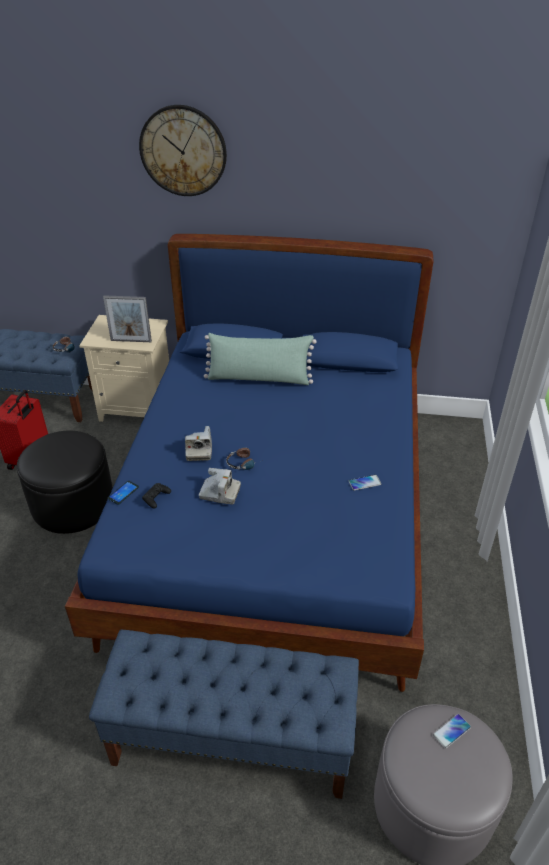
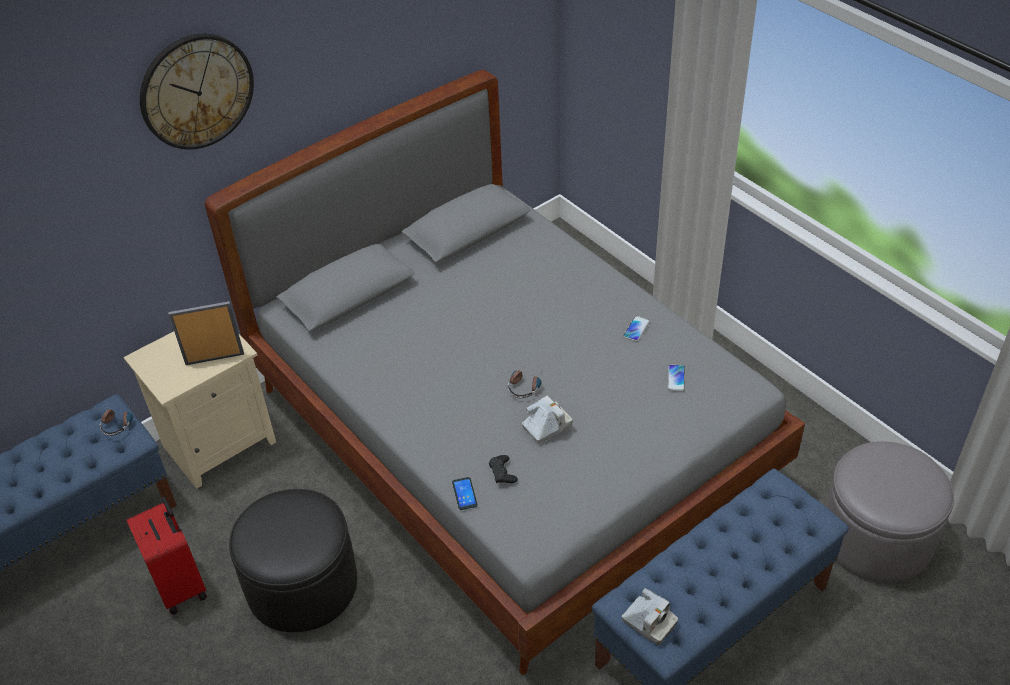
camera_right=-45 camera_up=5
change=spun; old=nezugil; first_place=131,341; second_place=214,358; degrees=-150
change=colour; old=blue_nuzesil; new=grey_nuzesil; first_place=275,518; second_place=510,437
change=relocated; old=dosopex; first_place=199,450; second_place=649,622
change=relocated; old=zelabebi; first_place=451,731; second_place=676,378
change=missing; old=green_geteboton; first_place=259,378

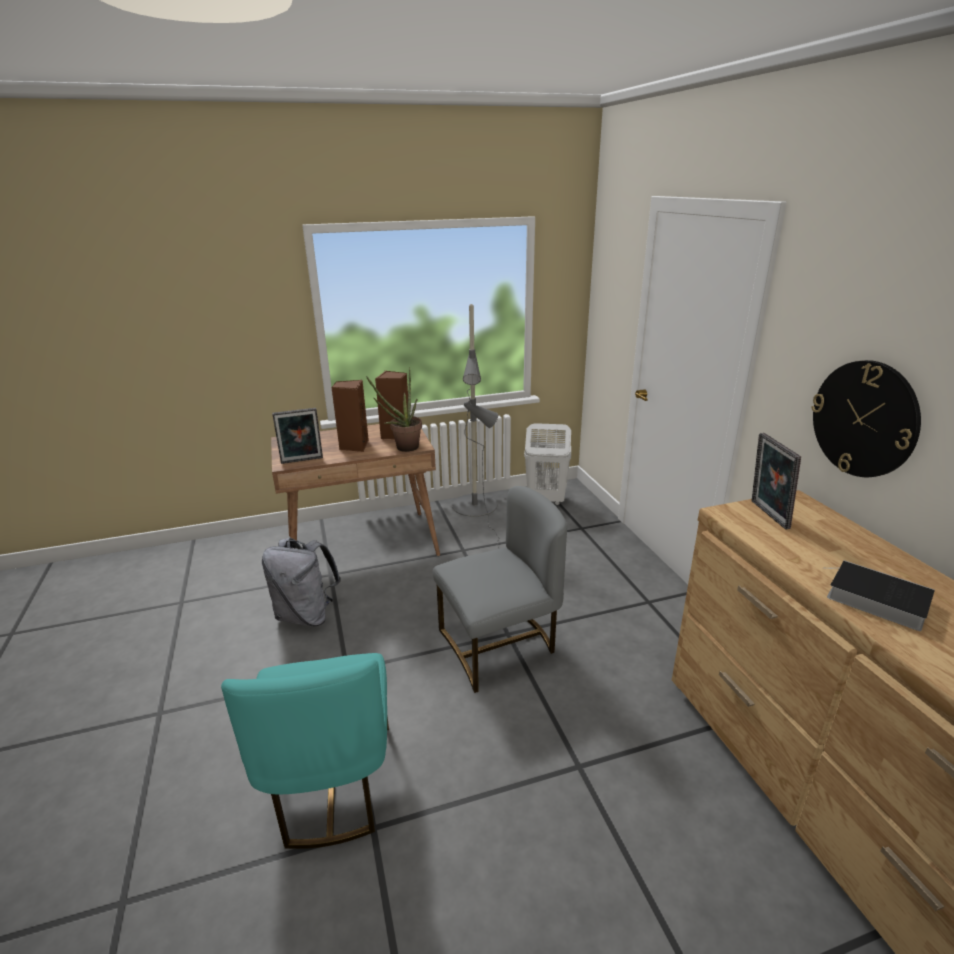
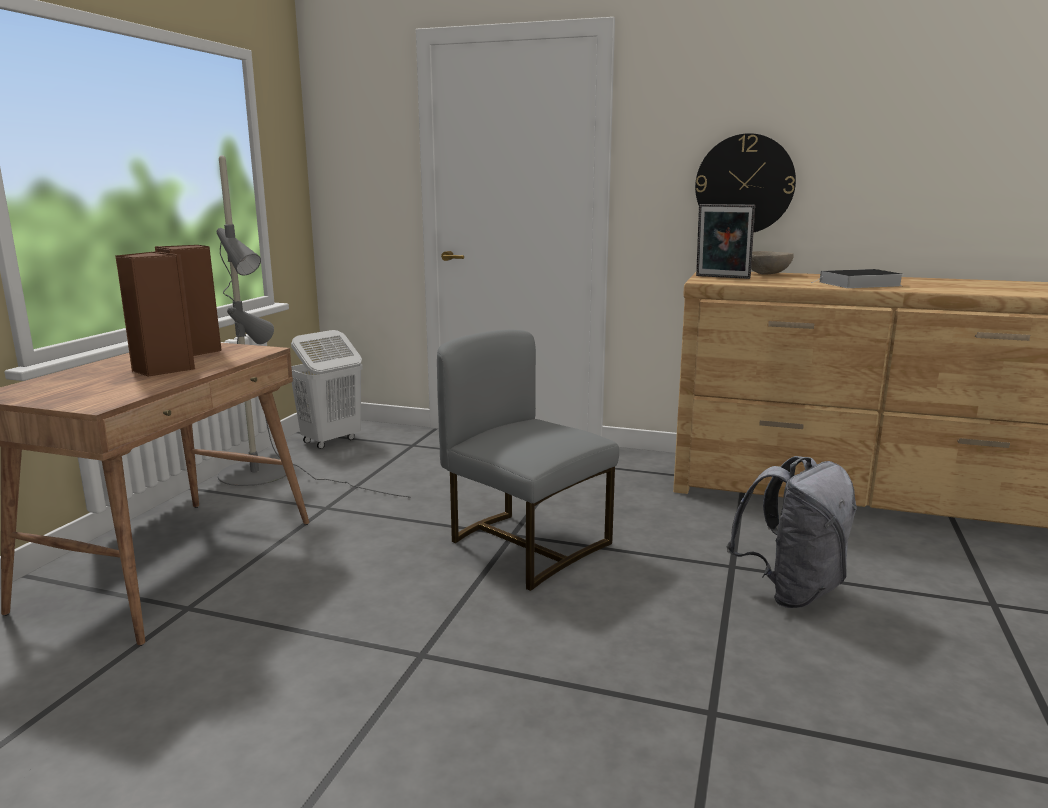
camera_right=-55 camera_up=-10
change=spun; old=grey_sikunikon; first_place=499,646; second_place=524,545; degrees=-60
change=relocated; old=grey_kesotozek; first_place=306,615; second_place=791,591
change=appeared; new=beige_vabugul; second_place=767,274
change=missing; old=turquoise_sikunikon; first_place=331,784
change=missing; old=nezugil; first_place=302,461
change=missing; old=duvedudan; first_place=403,448

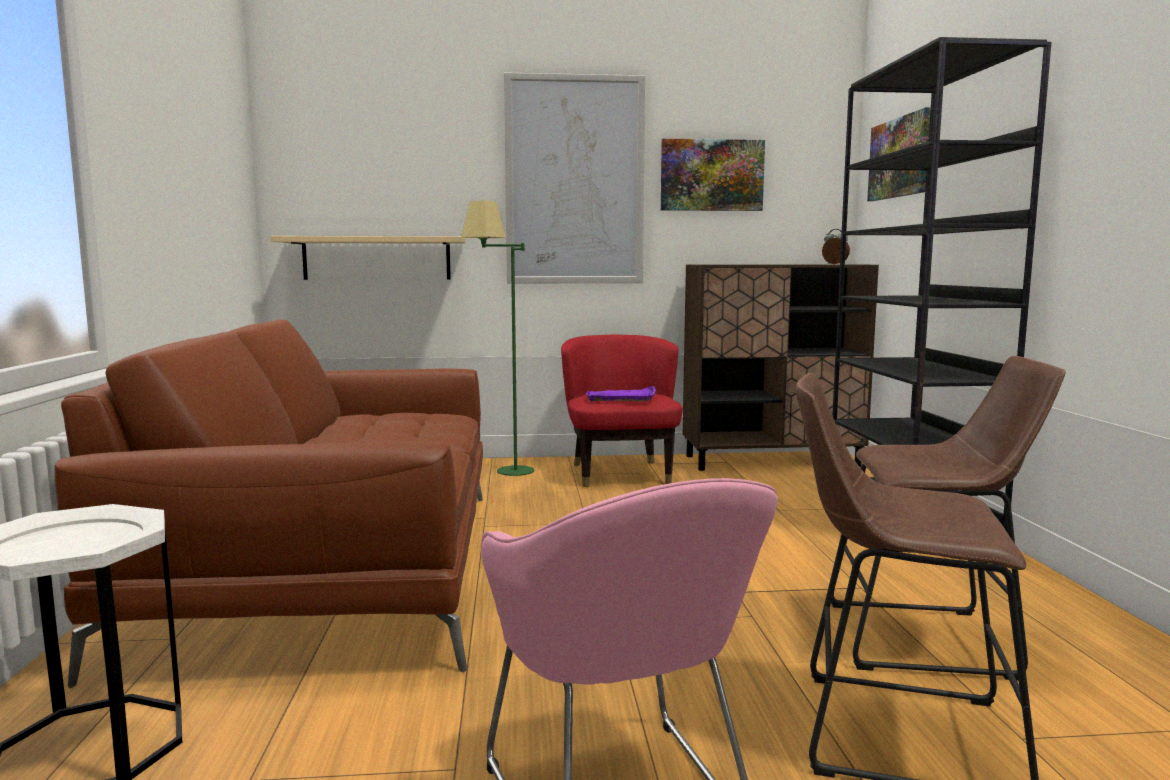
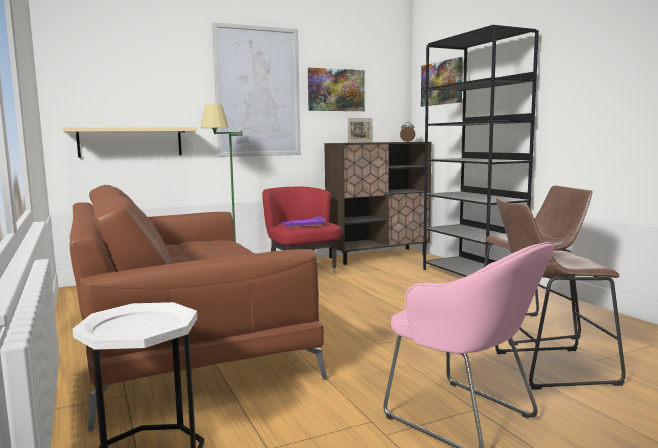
camera_right=-20 camera_up=0
change=appeared; new=nezugil; second_place=360,142

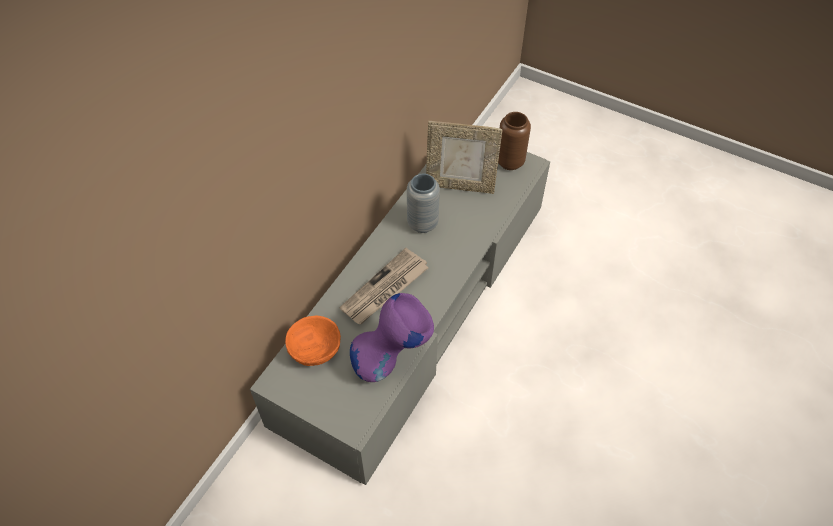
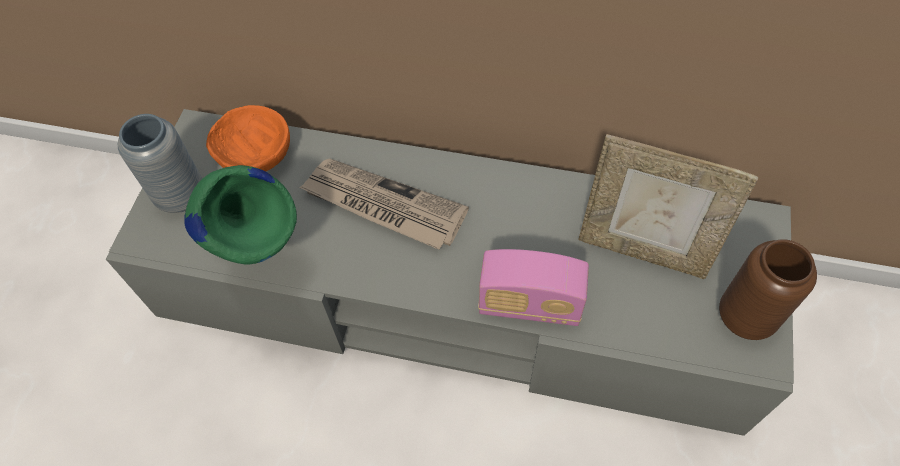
camera_right=75 camera_up=5
change=relocated; old=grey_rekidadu; first_place=422,224; second_place=181,196
change=colour; old=purple_rekidadu; new=green_rekidadu; first_place=392,360; second_place=258,253
change=appeared; new=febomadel; second_place=529,305
change=spun; old=nezugil; first_place=460,185; second_place=643,250; degrees=-60

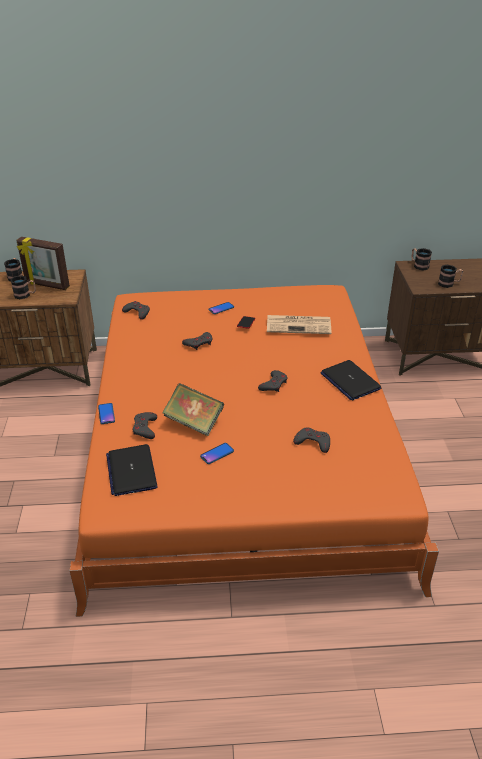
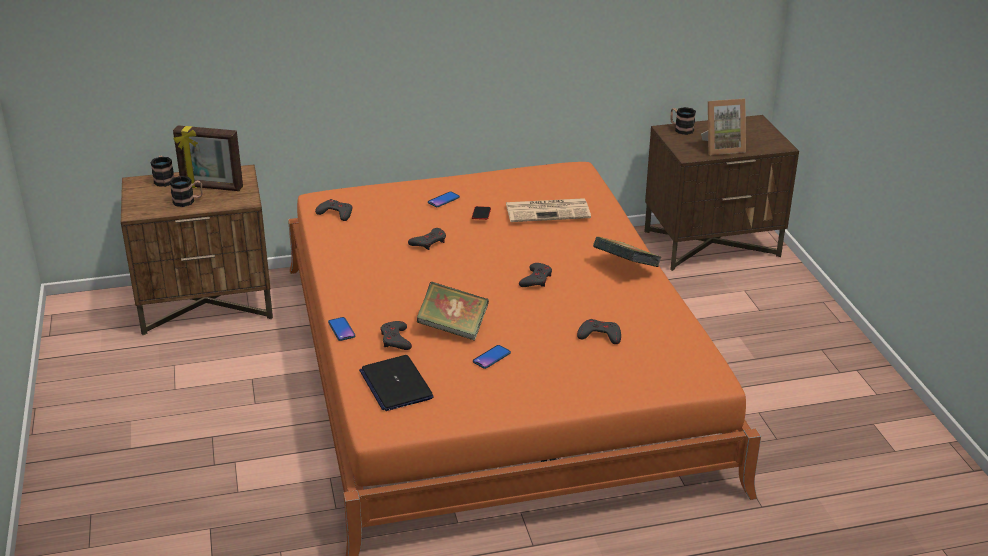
camera_right=-10 camera_up=-5
change=exchanged; old=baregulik; new=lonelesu; first_place=350,381; second_place=626,268
change=exchanged; old=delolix; new=nezugil; first_place=449,283; second_place=722,148

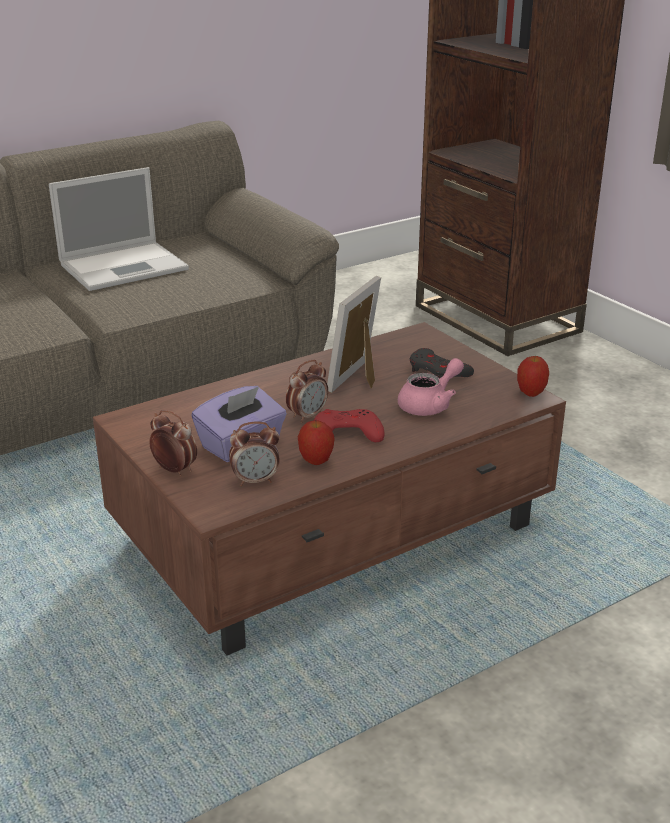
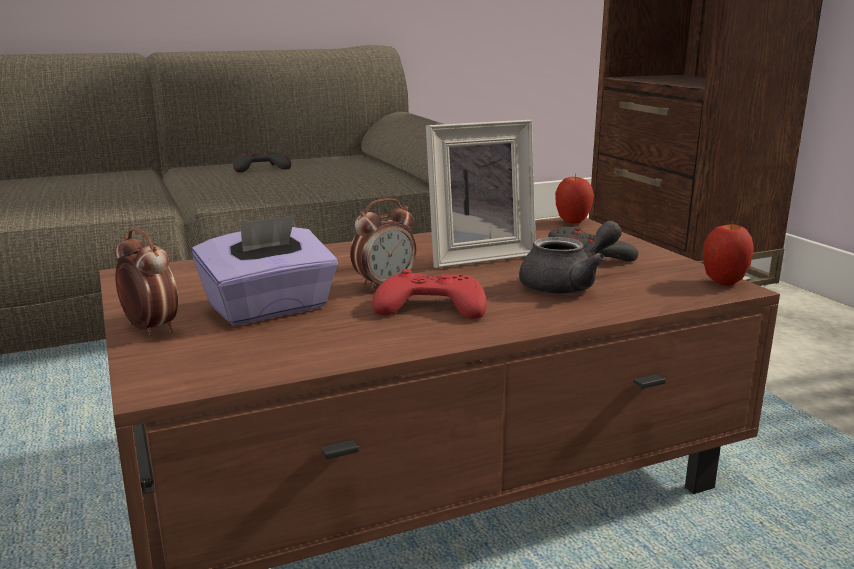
camera_right=10 camera_up=-10
change=exchanged; old=baregulik; new=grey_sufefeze; first_place=125,266; second_place=261,168
change=spun; old=nezugil; first_place=360,379; second_place=476,256; degrees=-150
change=colour; old=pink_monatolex; new=grey_monatolex; first_place=430,405; second_place=568,285
change=relocated; old=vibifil; first_place=316,462; second_place=572,222
change=missing; old=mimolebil; first_place=255,481

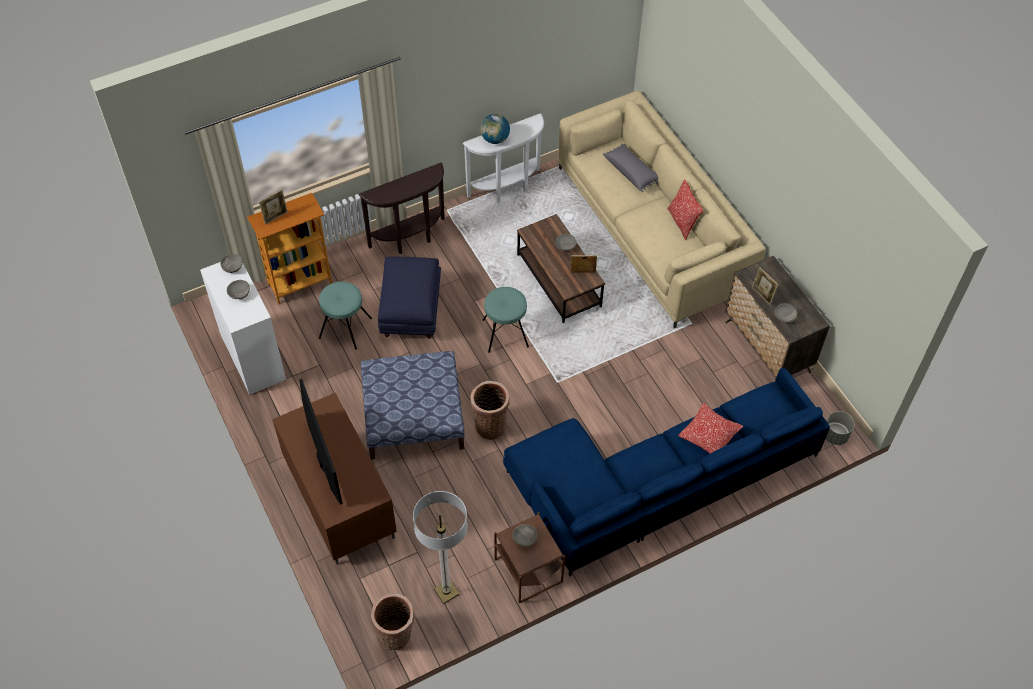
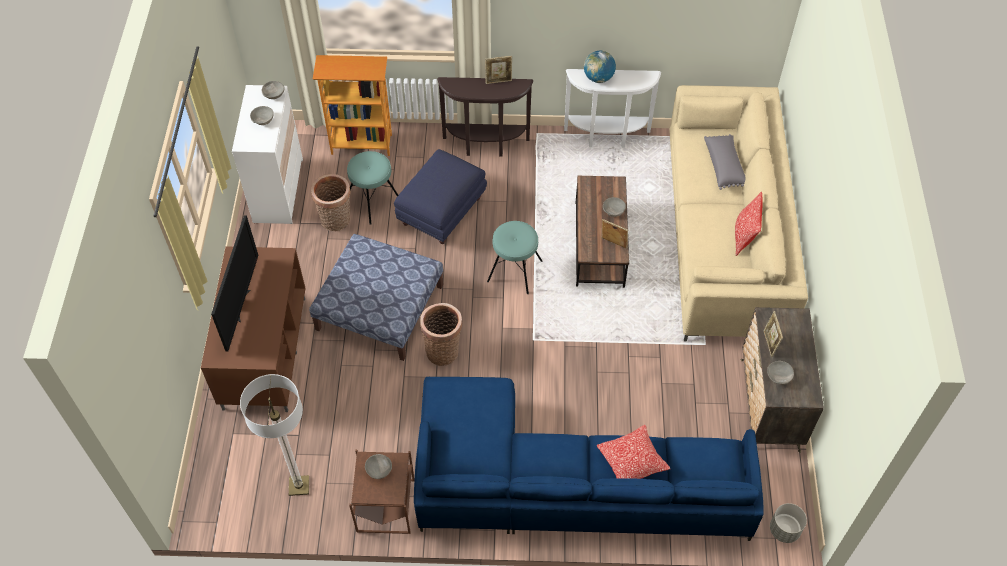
camera_right=30 camera_up=0
change=relocated; old=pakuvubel; first_place=396,636; second_place=336,221
change=relocated; old=nezugil; first_place=275,217; second_place=498,81

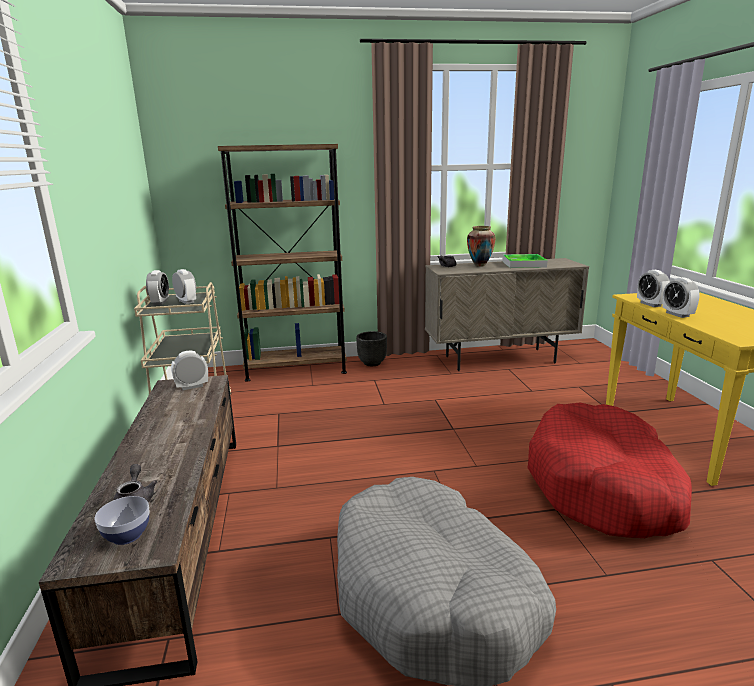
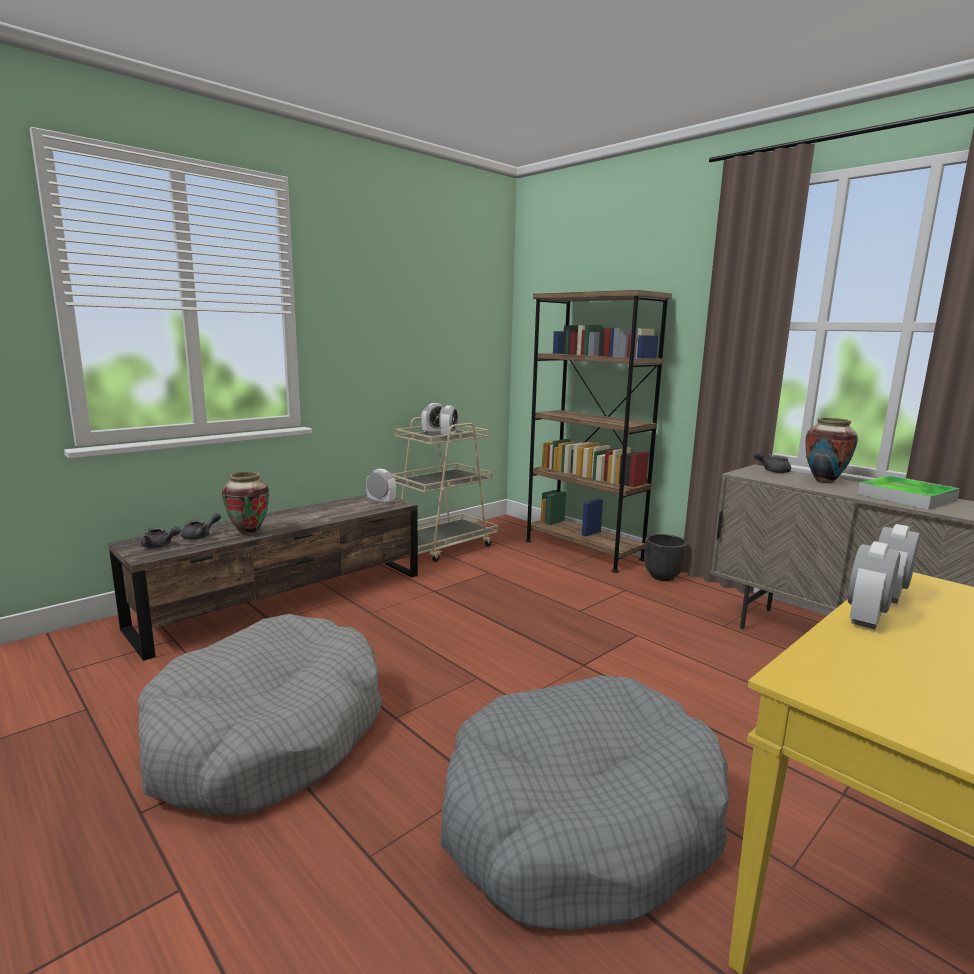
camera_right=55 camera_up=-5
change=exchanged; old=vabugul; new=grey_monatolex; first_place=127,535; second_place=160,546
change=appeared; new=rekidadu; second_place=249,533
change=colour; old=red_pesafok; new=grey_pesafok; first_place=603,487; second_place=580,820

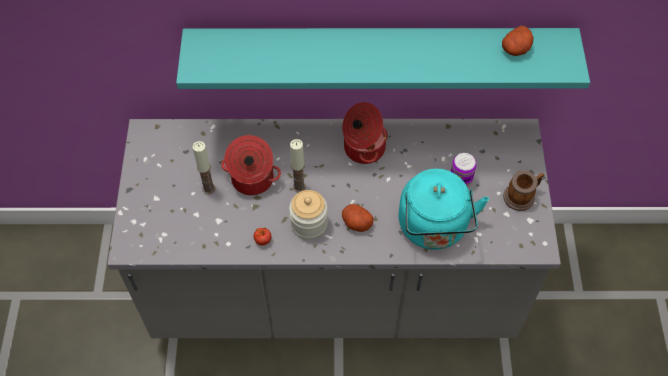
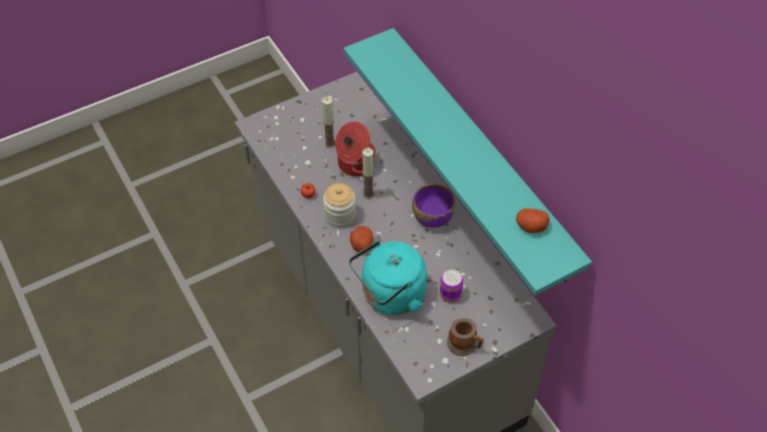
camera_right=60 camera_up=-5
change=exchanged; old=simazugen; new=purple_vabugul; first_place=363,148; second_place=432,217

